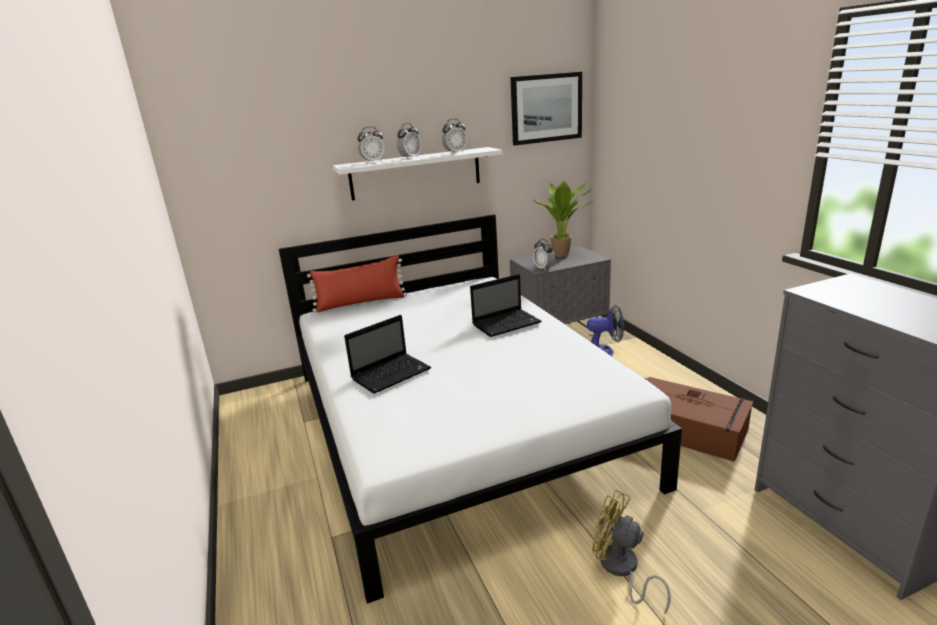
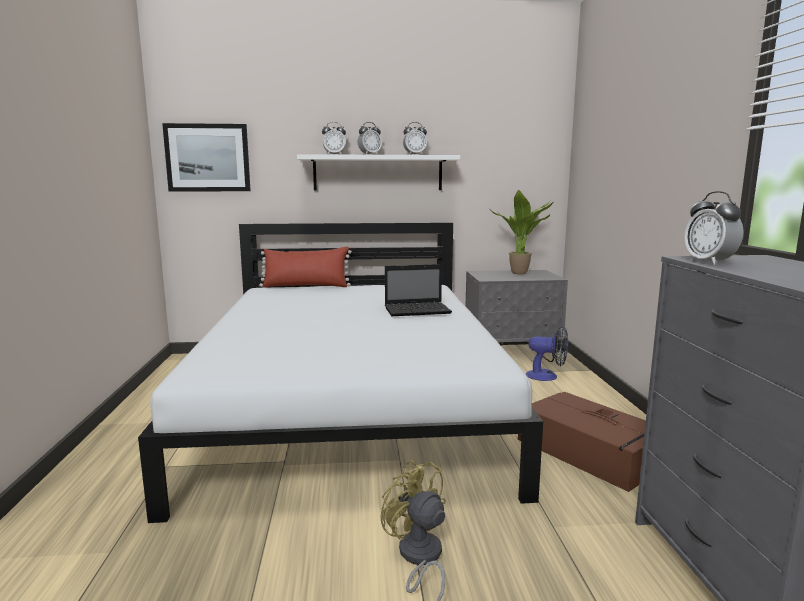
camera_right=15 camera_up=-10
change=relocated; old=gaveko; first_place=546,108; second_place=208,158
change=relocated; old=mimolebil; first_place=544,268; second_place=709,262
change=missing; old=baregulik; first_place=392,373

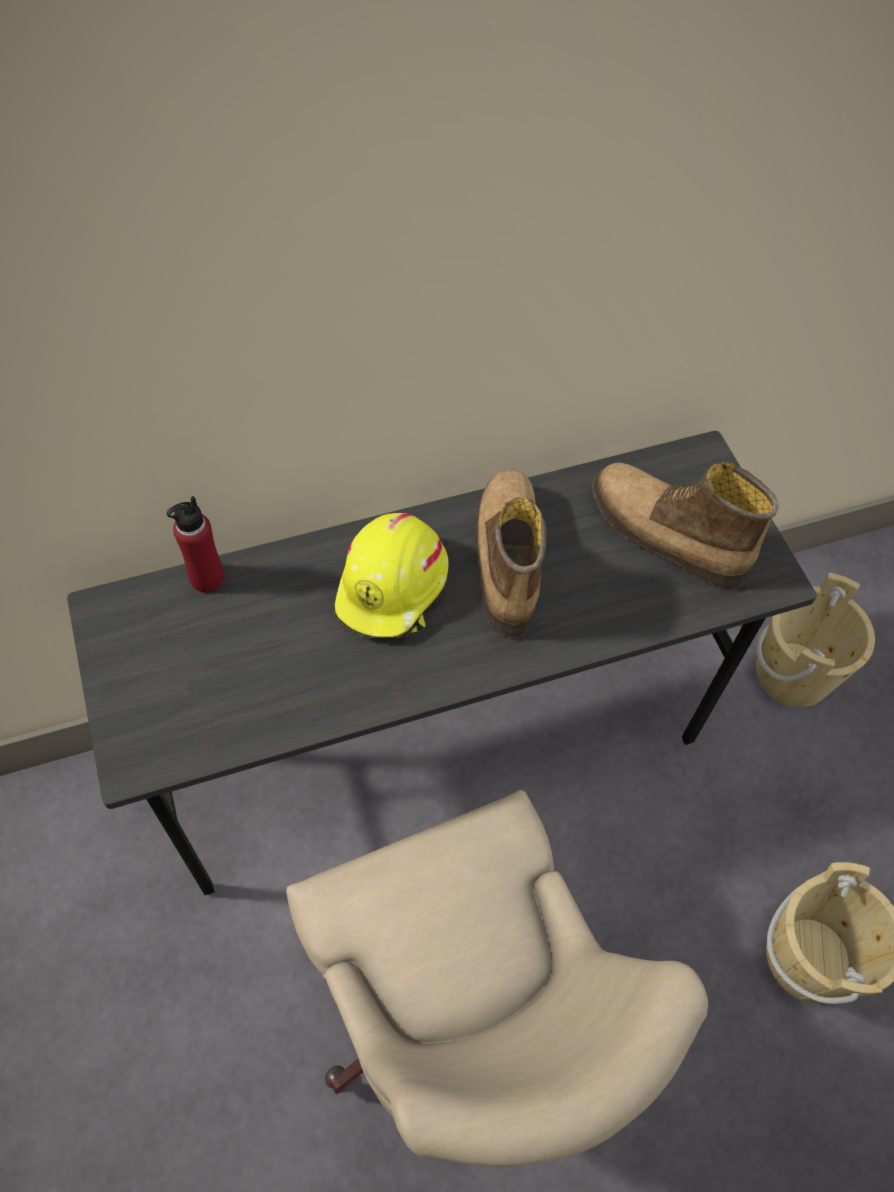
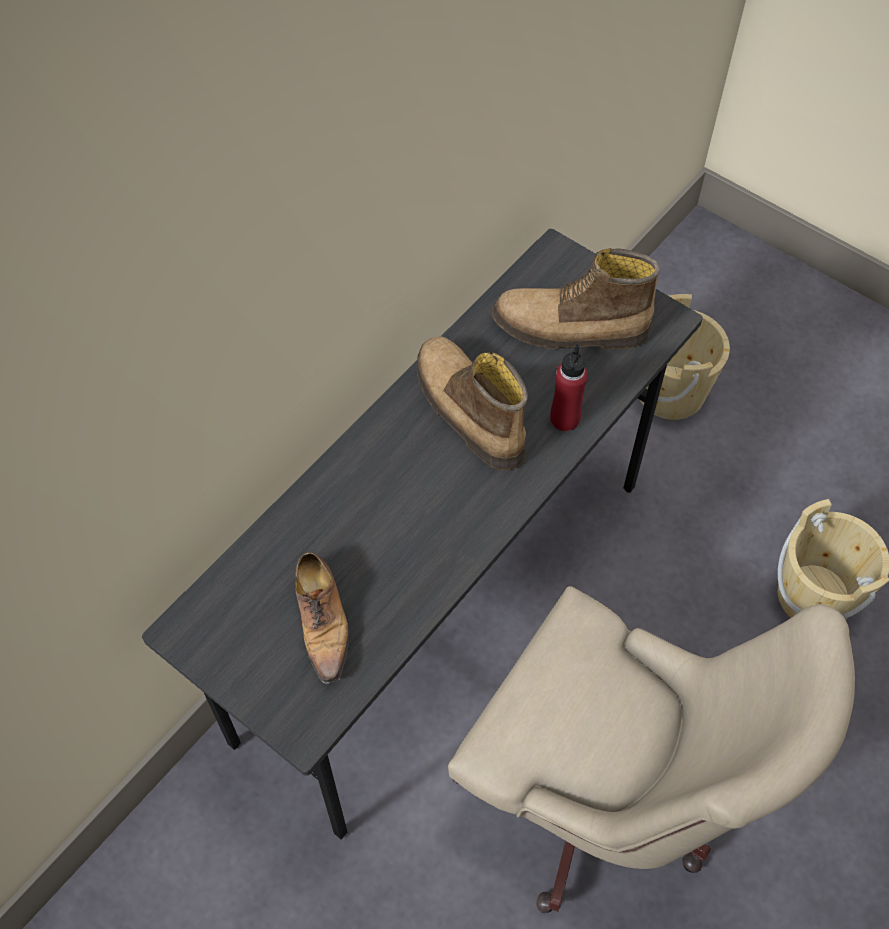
camera_right=-30 camera_up=0
change=appeared; new=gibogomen; second_place=323,621
change=relocated; old=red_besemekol; first_place=207,578; second_place=564,419
change=missing; old=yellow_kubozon; first_place=393,588

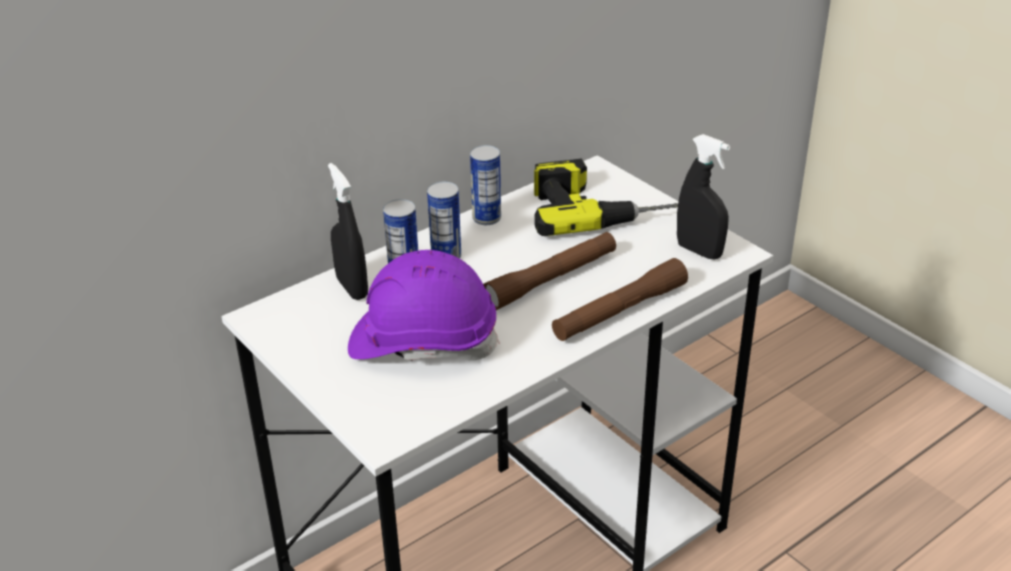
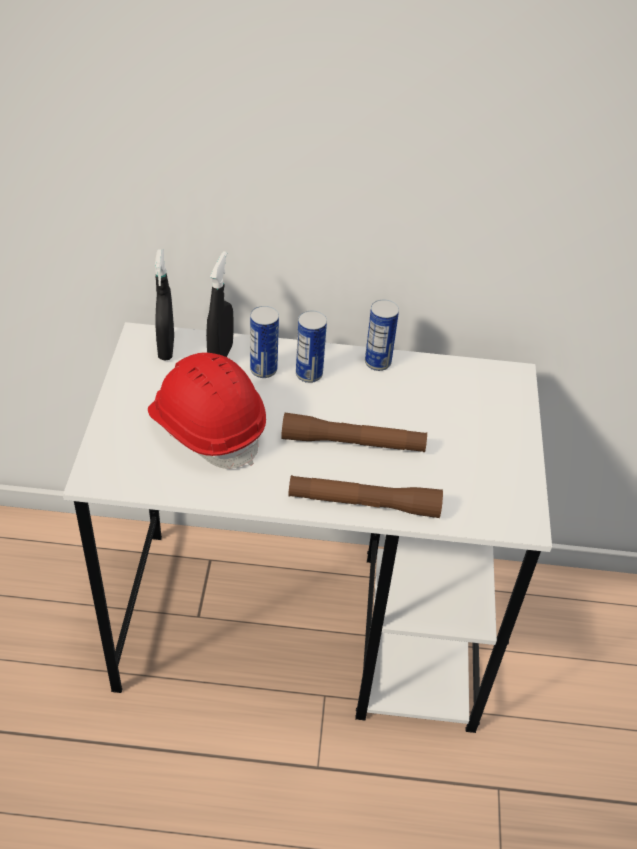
camera_right=40 camera_up=10
change=colour; old=purple_kubozon; new=red_kubozon; first_place=423,342; second_place=207,427
change=relocated; old=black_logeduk; first_place=699,251; second_place=166,348
change=missing; old=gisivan; first_place=600,206

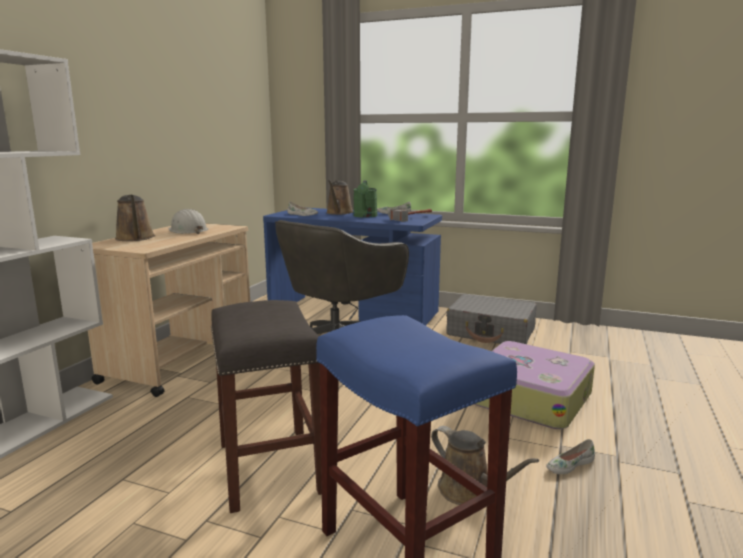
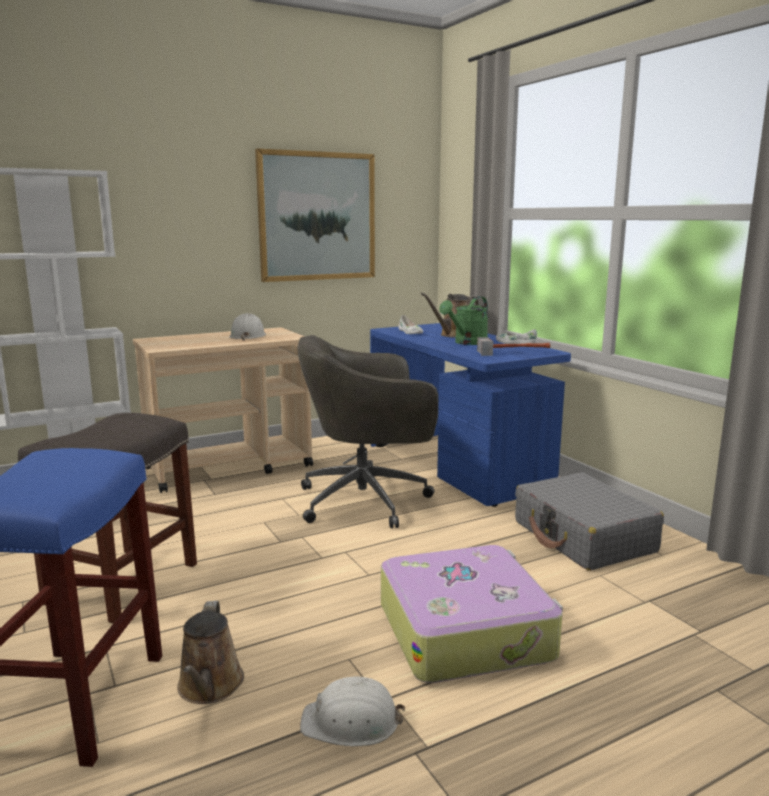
camera_right=40 camera_up=0
change=appeared; new=gaveko; second_place=317,216
change=exchanged; old=white_gibogomen; new=white_kubozon; first_place=569,465; second_place=351,722
change=missing; old=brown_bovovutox; first_place=135,238

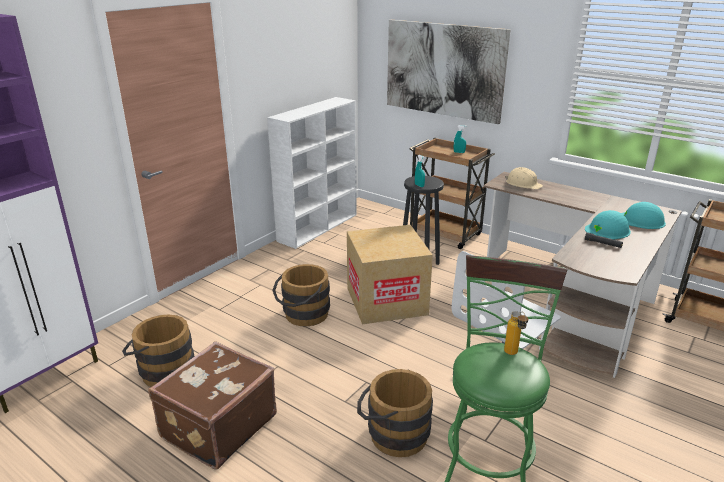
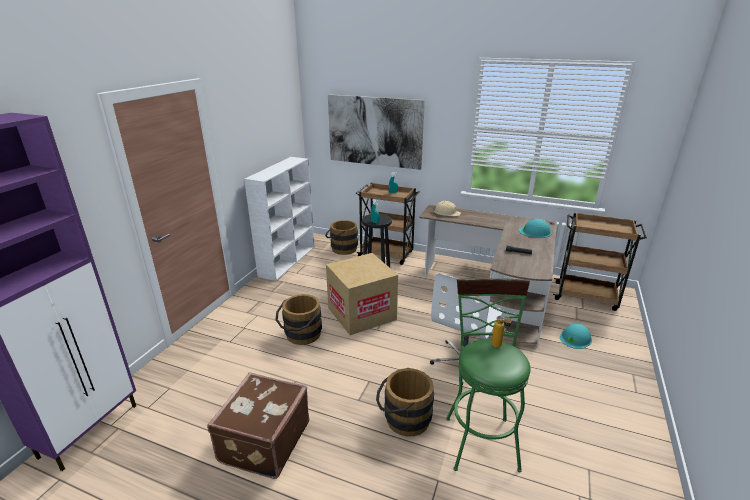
camera_right=-15 camera_up=0
change=relocated; old=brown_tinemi; first_place=163,371; second_place=341,249
change=relocated; old=turquoise_kubozon; first_place=607,230; second_place=575,338

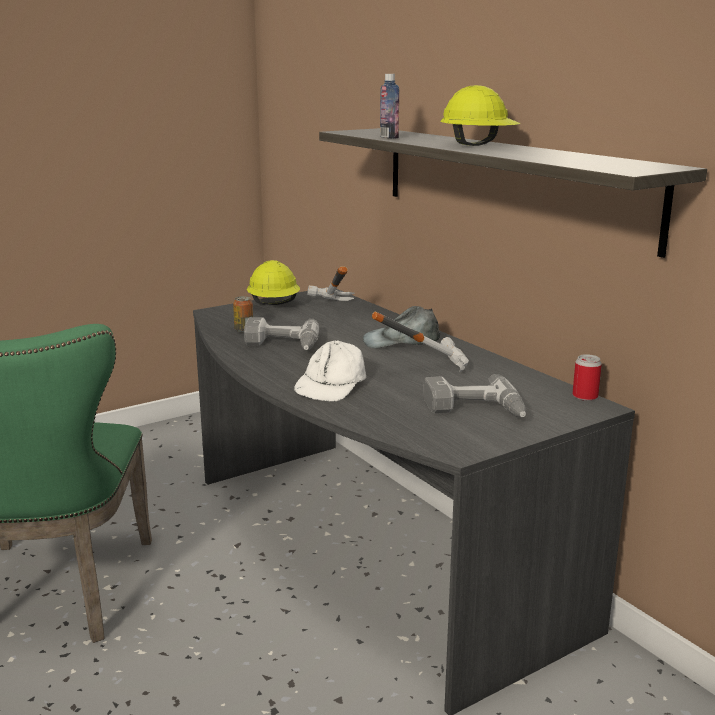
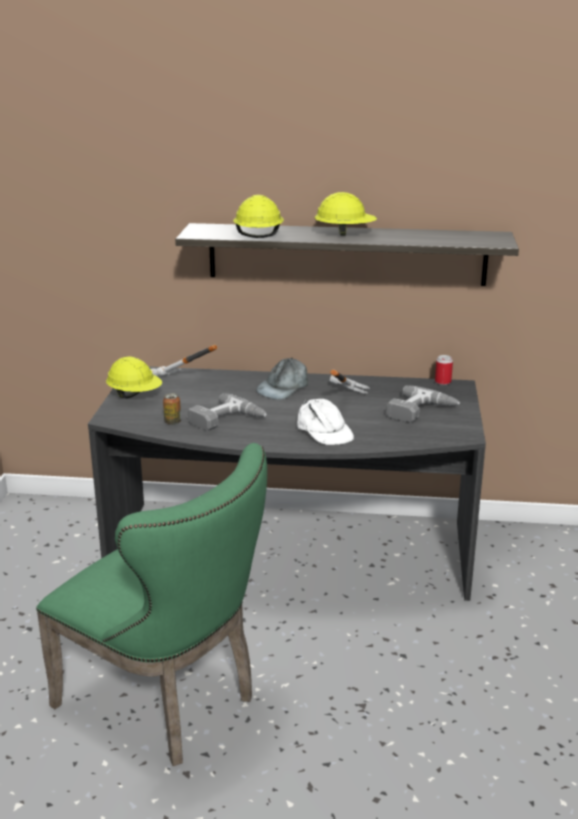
camera_right=-50 camera_up=5
change=exchanged; old=besemekol; new=yellow_kubozon; first_place=389,137; second_place=258,236

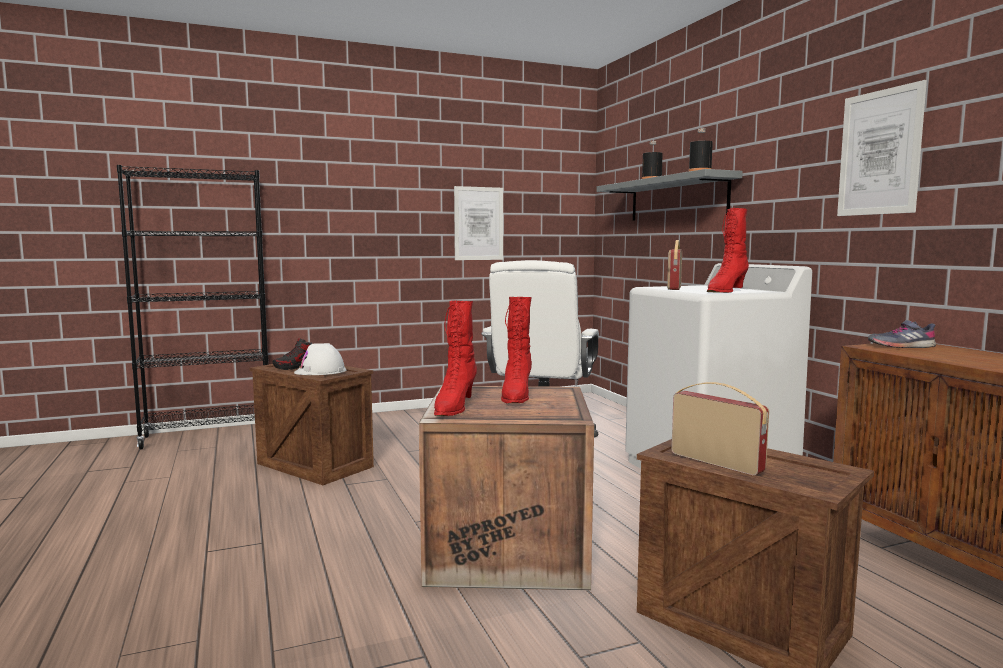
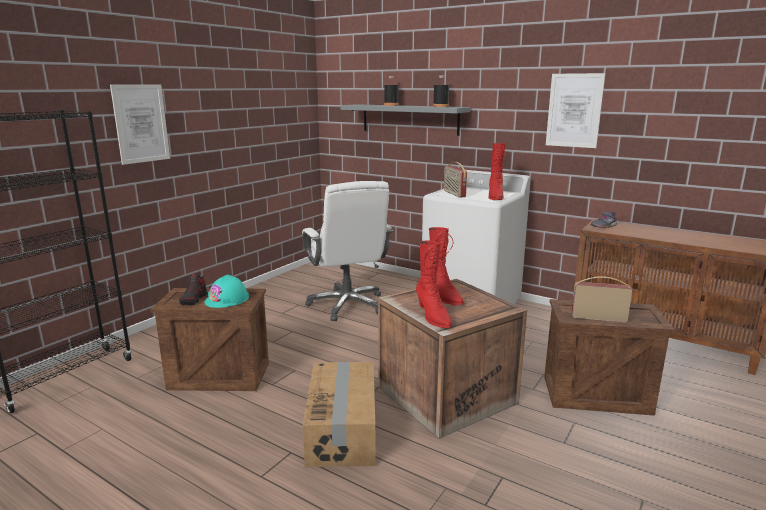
camera_right=-35 camera_up=10
change=relocated; old=gaveko; first_place=478,223; second_place=141,123
change=colour; old=white_kubozon; new=turquoise_kubozon; first_place=320,371; second_place=227,299
change=appeared; new=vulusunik; second_place=343,429

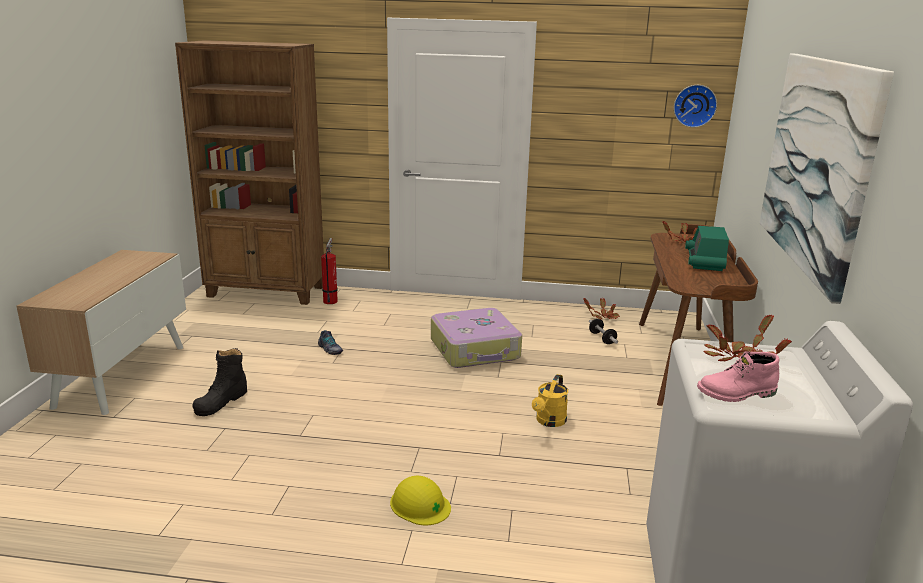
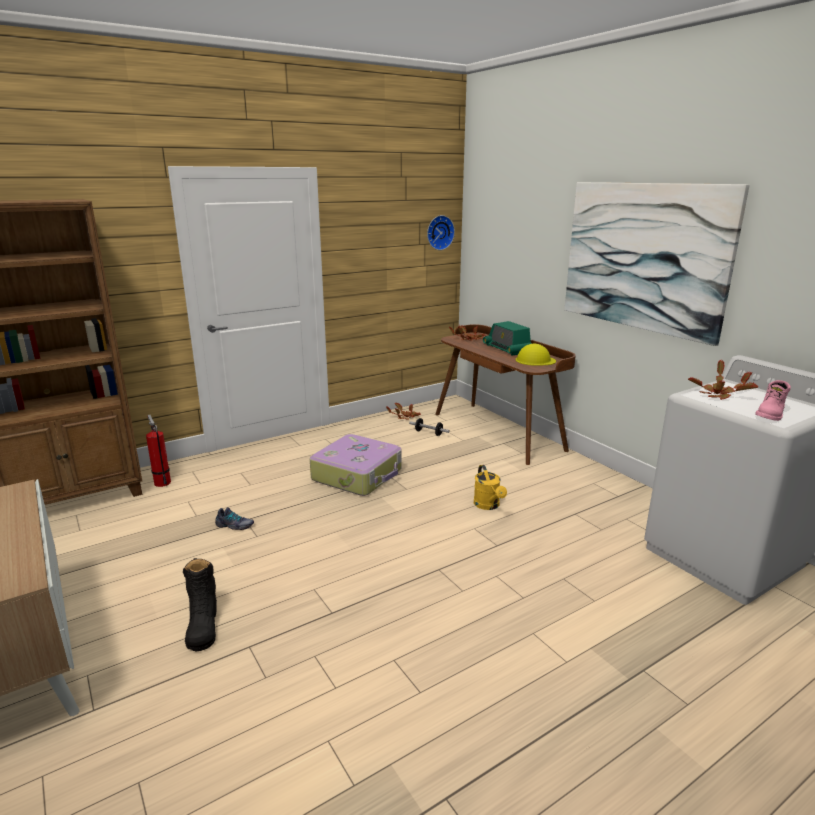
camera_right=-40 camera_up=0
change=relocated; old=yellow_kubozon; first_place=420,505; second_place=535,360

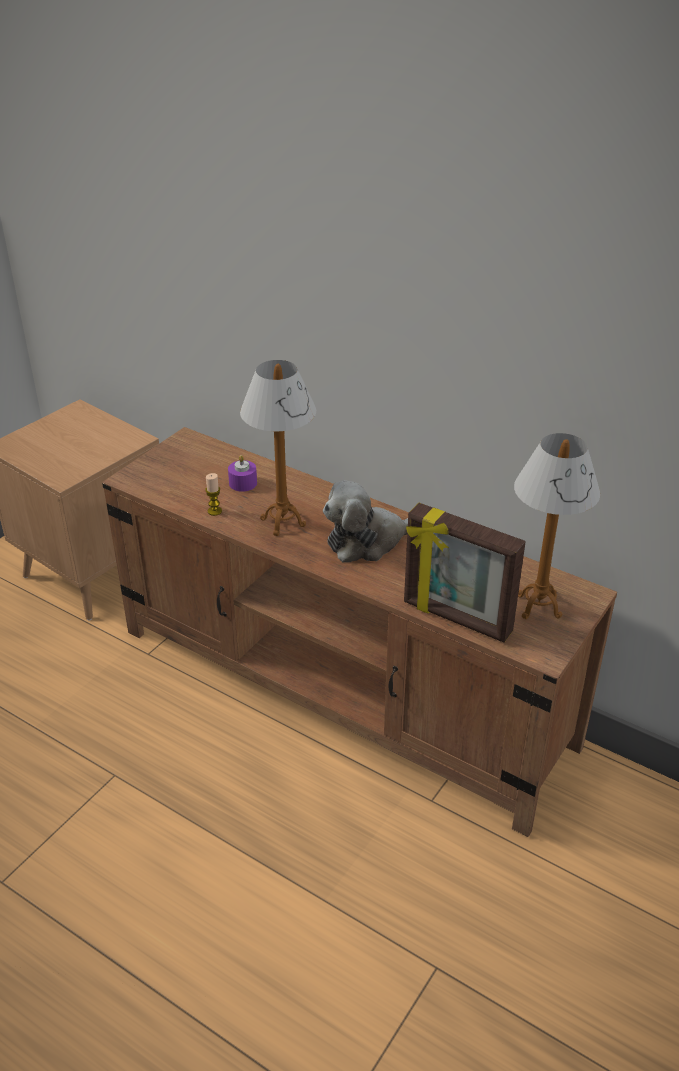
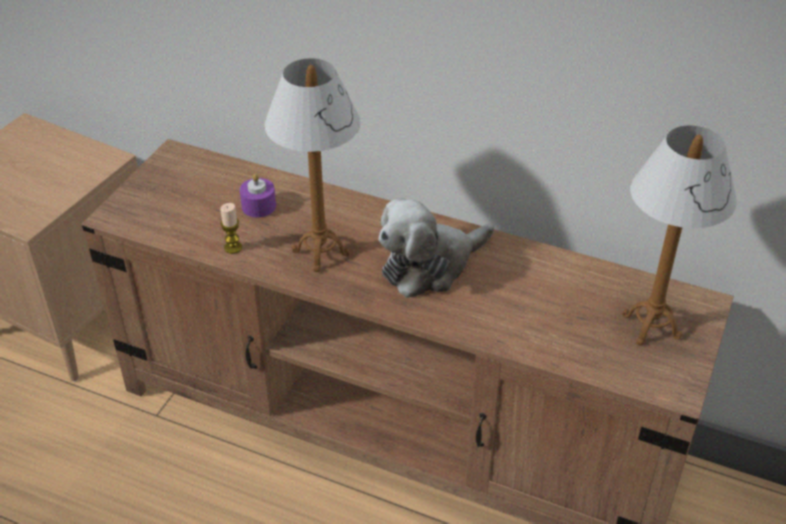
camera_right=-10 camera_up=5
change=missing; old=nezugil; first_place=456,618

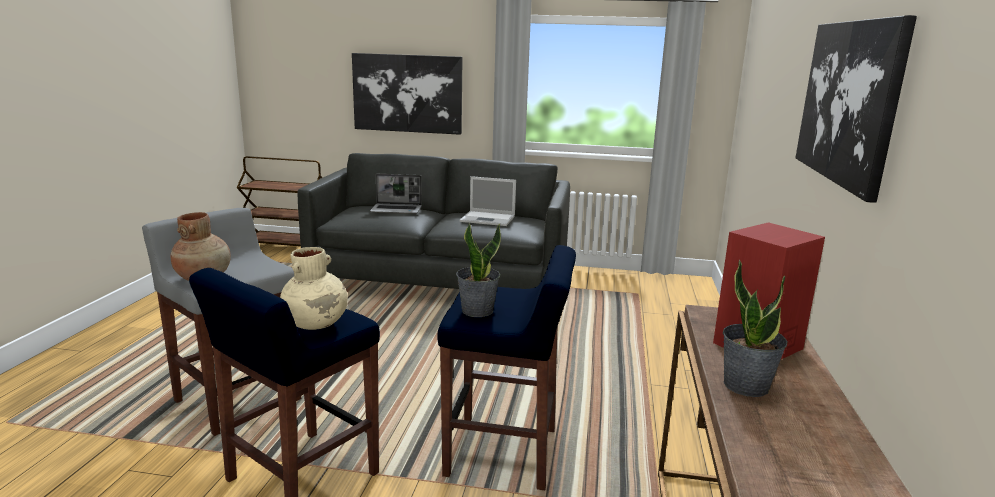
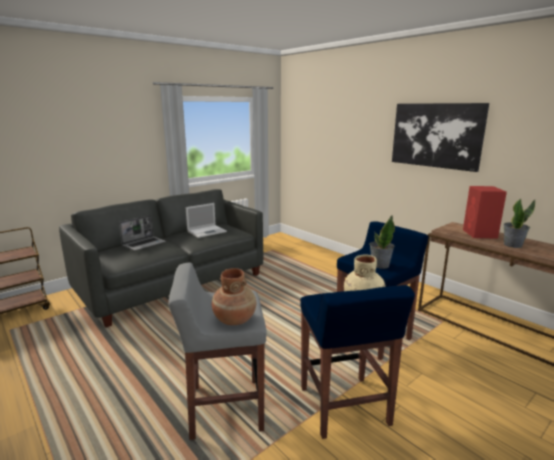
camera_right=-50 camera_up=0
change=missing; old=gaveko; first_place=407,93

